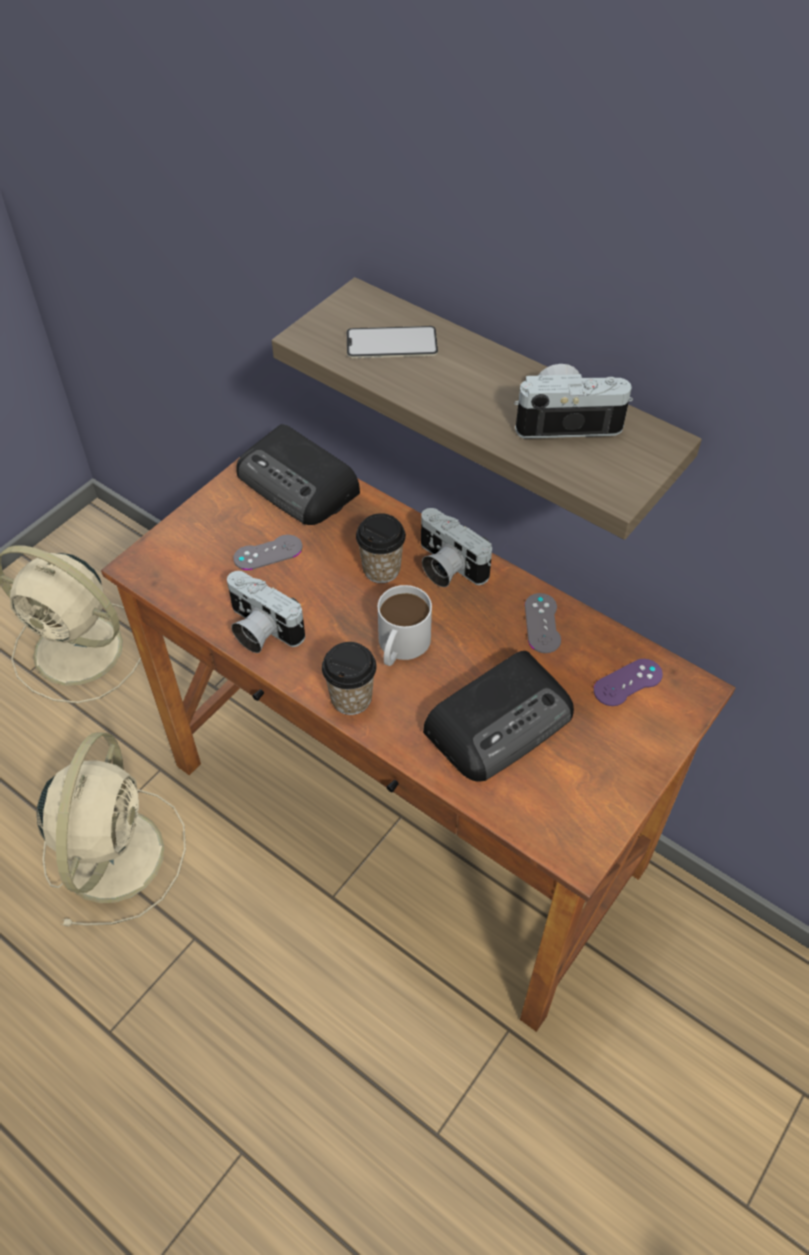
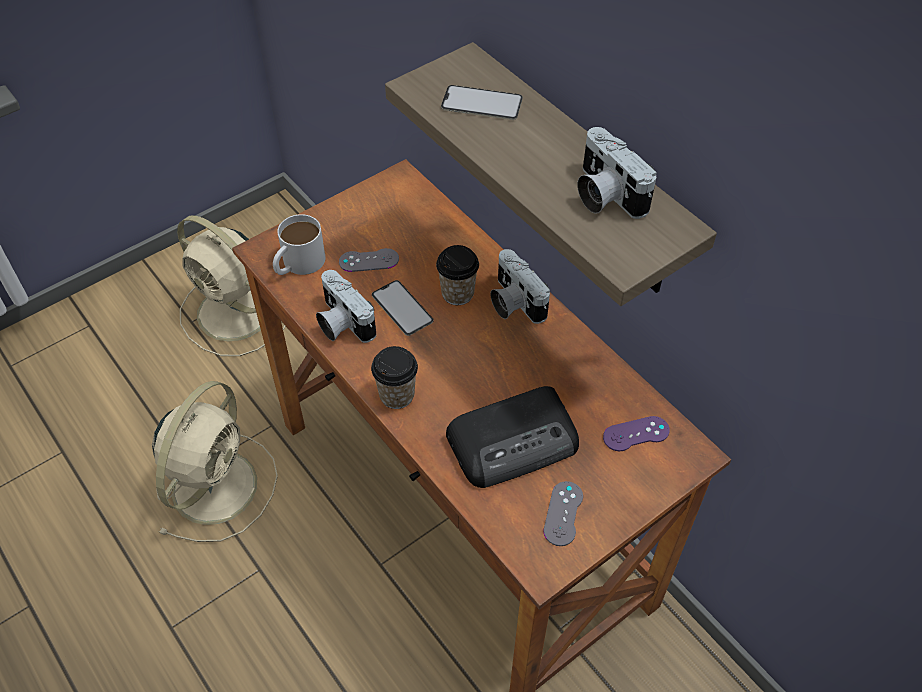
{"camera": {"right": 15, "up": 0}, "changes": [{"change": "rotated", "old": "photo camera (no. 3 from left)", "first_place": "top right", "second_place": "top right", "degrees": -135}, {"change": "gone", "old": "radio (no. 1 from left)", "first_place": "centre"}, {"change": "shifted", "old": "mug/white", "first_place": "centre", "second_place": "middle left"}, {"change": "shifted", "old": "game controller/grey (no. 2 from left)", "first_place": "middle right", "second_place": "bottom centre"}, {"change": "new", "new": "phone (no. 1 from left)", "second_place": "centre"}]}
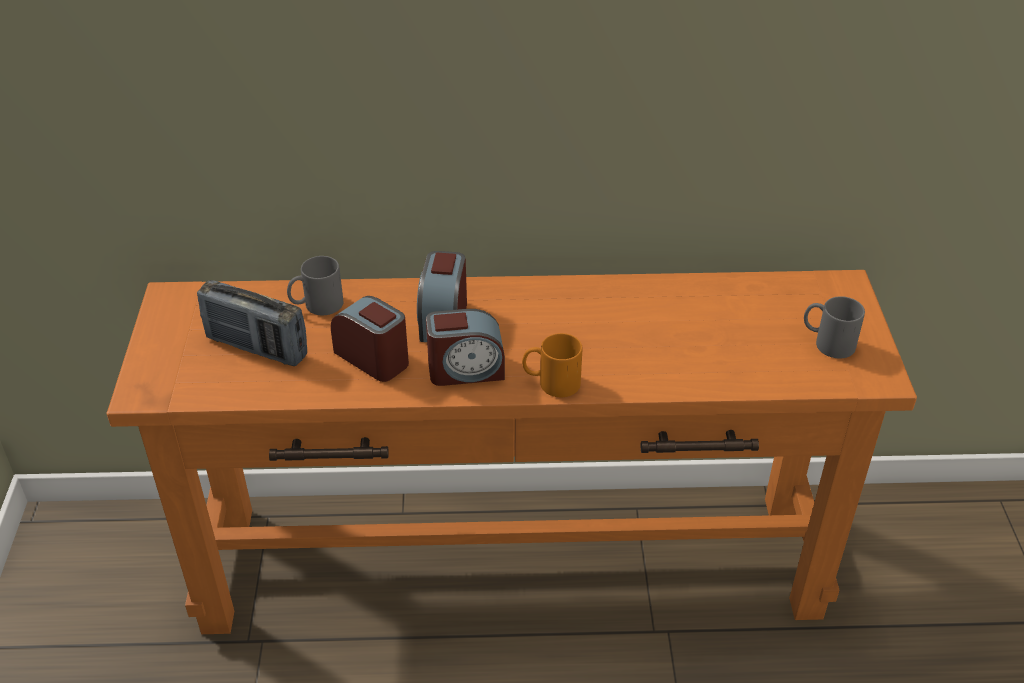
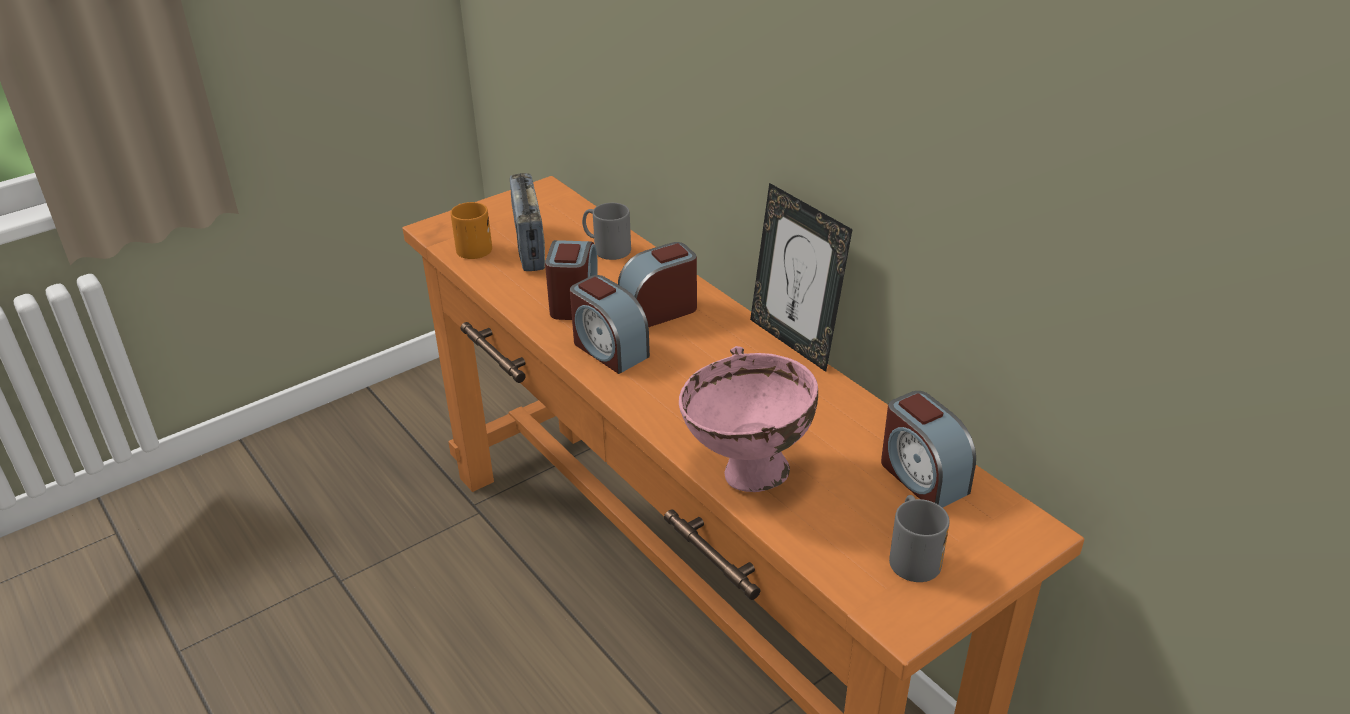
{"camera": {"right": 55, "up": -5}, "changes": [{"change": "shifted", "old": "mug/orange", "first_place": "centre", "second_place": "top centre"}, {"change": "new", "new": "picture frame", "second_place": "centre"}, {"change": "new", "new": "bowl/pink", "second_place": "centre"}, {"change": "new", "new": "alarm clock (no. 4 from left)", "second_place": "middle right"}]}
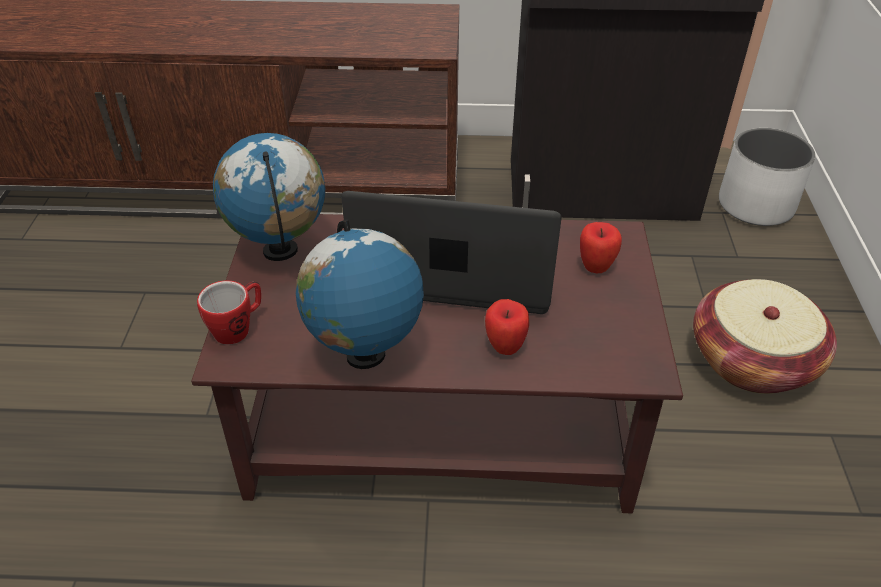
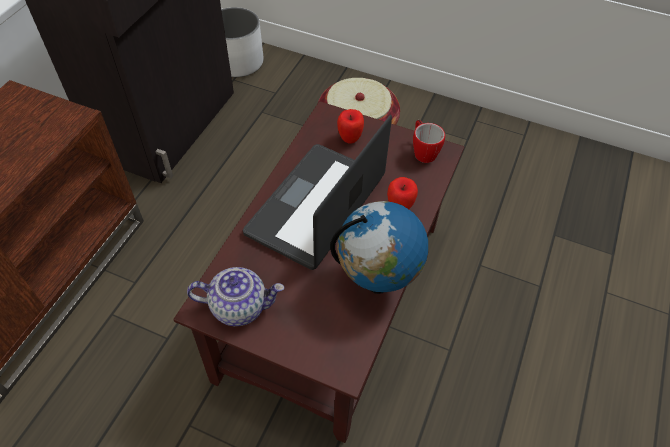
{"camera": {"right": -70, "up": 10}, "changes": [{"change": "swapped", "old": "globe (no. 1 from left)", "new": "teapot", "first_place": "middle left", "second_place": "centre"}, {"change": "shifted", "old": "mug", "first_place": "middle left", "second_place": "top centre"}]}
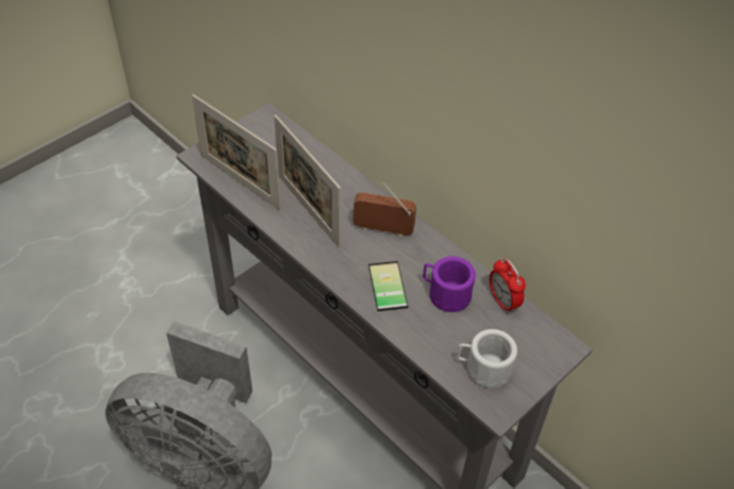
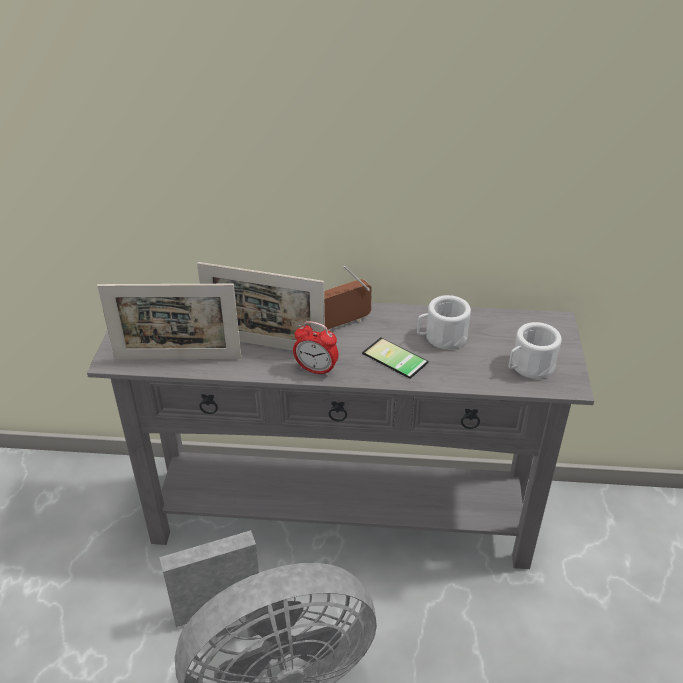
{"camera": {"right": -40, "up": -10}, "changes": [{"change": "repainted", "old": "mug/purple", "new": "mug/white (no. 1 from left)", "first_place": "centre", "second_place": "centre"}, {"change": "shifted", "old": "alarm clock", "first_place": "middle right", "second_place": "centre"}]}
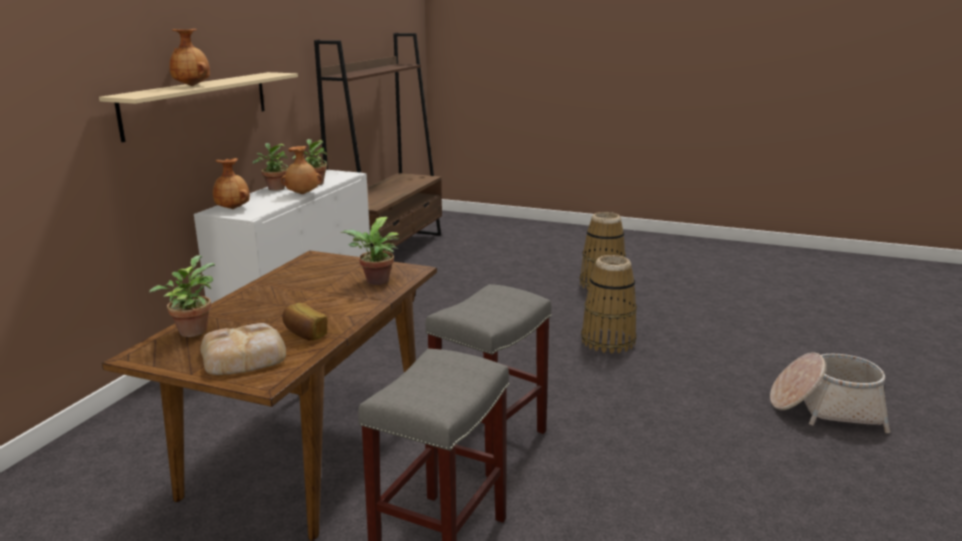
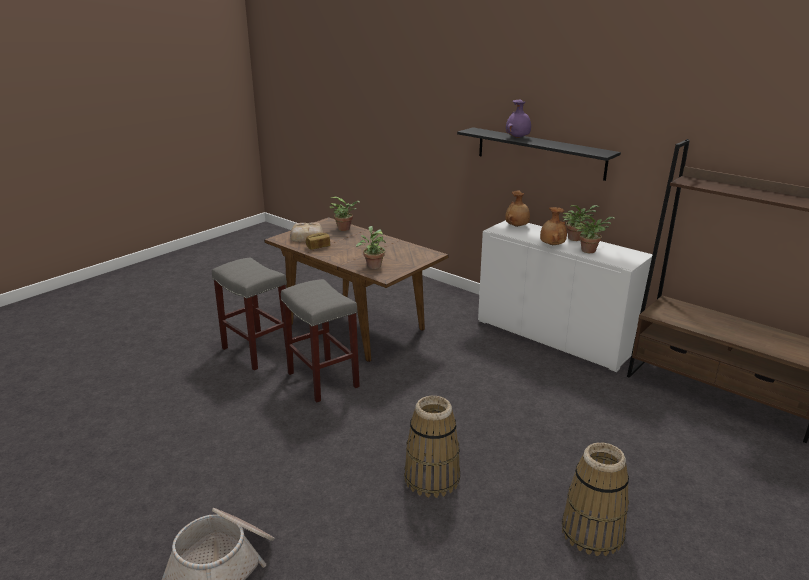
{"camera": {"right": 110, "up": 5}, "changes": [{"change": "repainted", "old": "vase/brown (no. 1 from left)", "new": "vase/purple", "first_place": "top left", "second_place": "top centre"}, {"change": "repainted", "old": "shelf/beige", "new": "shelf/black", "first_place": "top left", "second_place": "top centre"}]}
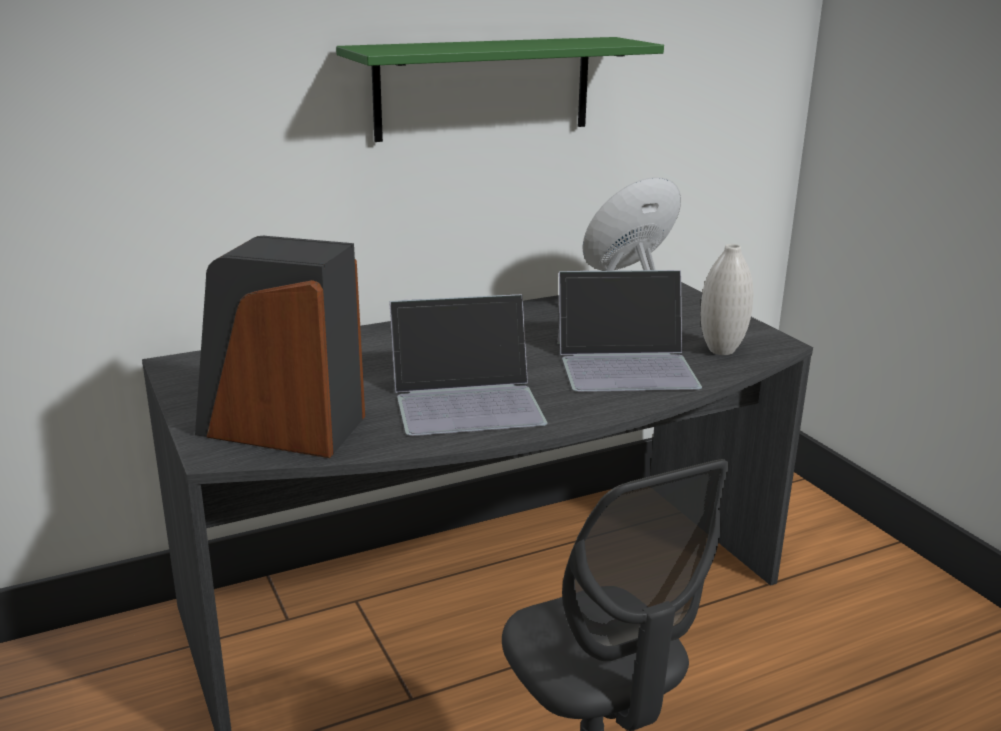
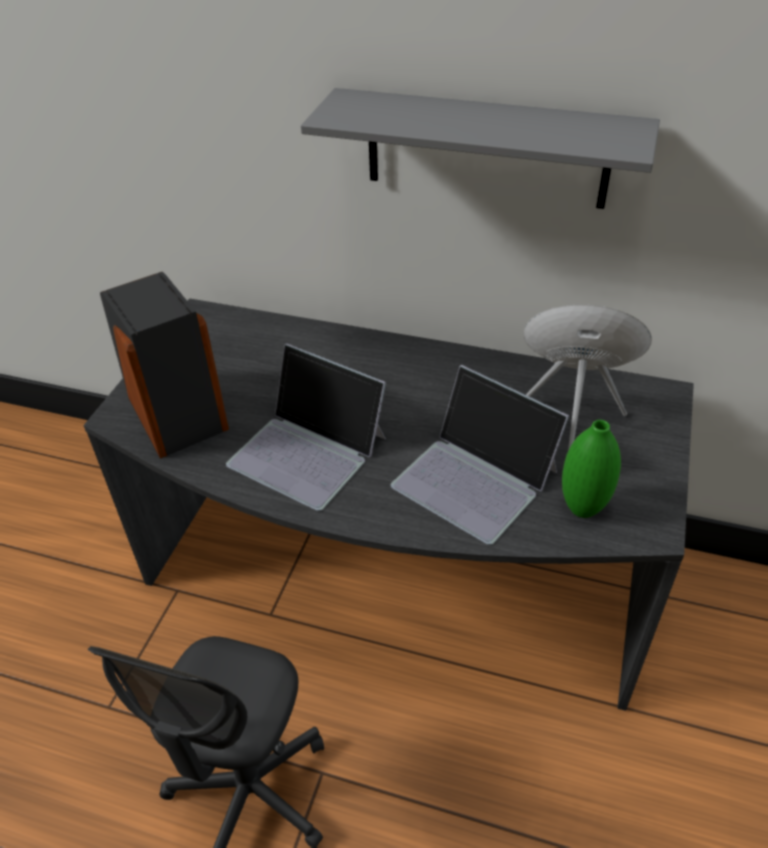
{"camera": {"right": 45, "up": 20}, "changes": [{"change": "repainted", "old": "shelf/green", "new": "shelf/grey", "first_place": "top centre", "second_place": "top centre"}, {"change": "repainted", "old": "vase/white", "new": "vase/green", "first_place": "middle right", "second_place": "middle right"}]}
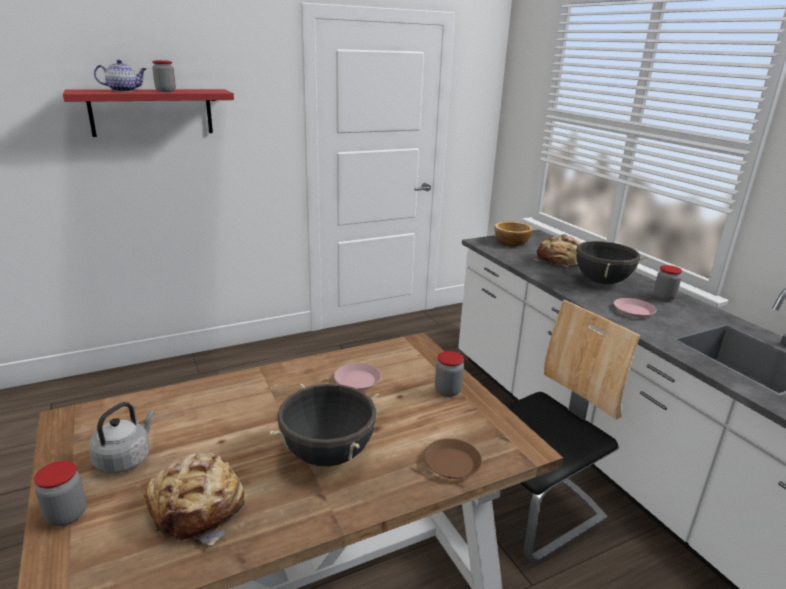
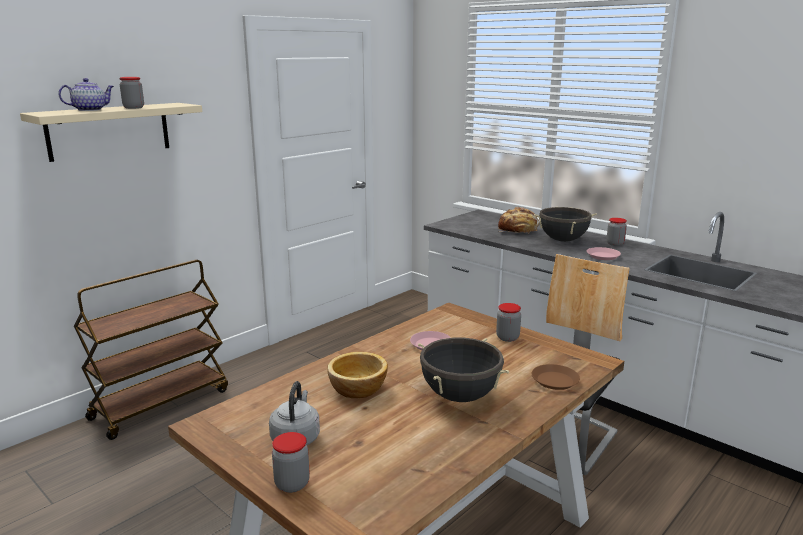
{"camera": {"right": -20, "up": -5}, "changes": [{"change": "repainted", "old": "shelf/red", "new": "shelf/beige", "first_place": "top left", "second_place": "top left"}, {"change": "shifted", "old": "bowl", "first_place": "centre", "second_place": "bottom centre"}, {"change": "gone", "old": "bread (no. 1 from left)", "first_place": "bottom left"}, {"change": "new", "new": "cart/brown", "second_place": "middle left"}]}
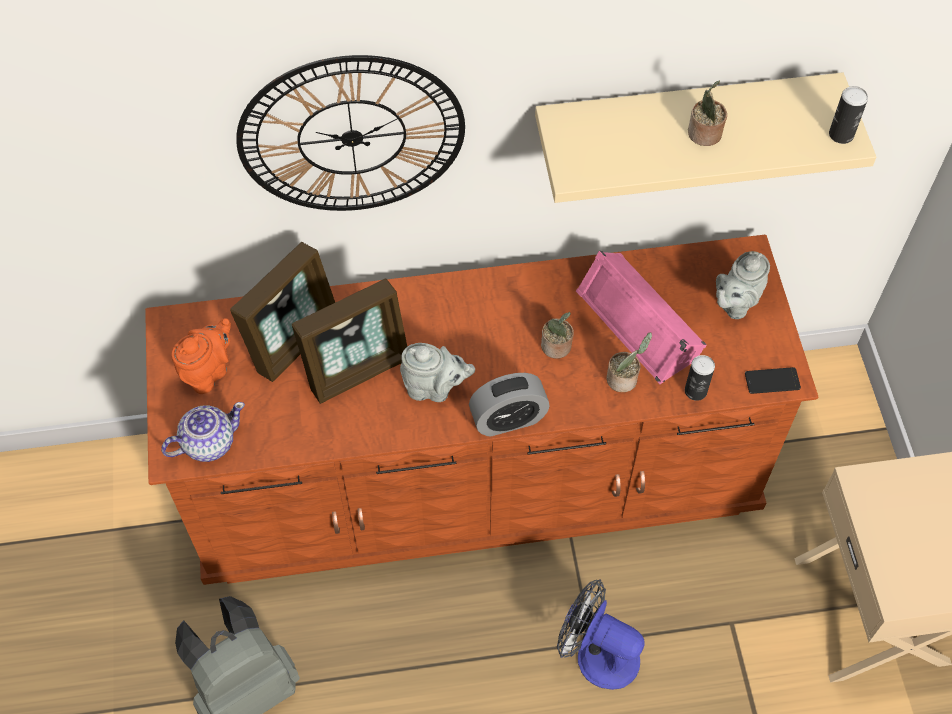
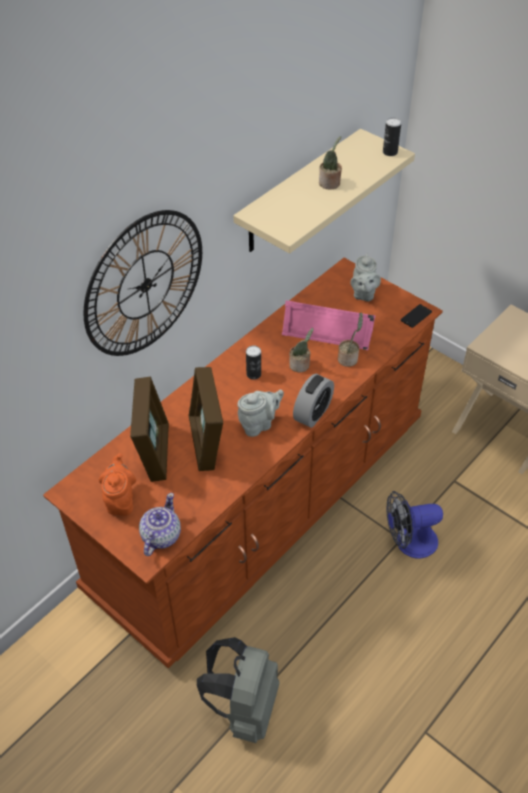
{"camera": {"right": -40, "up": -10}, "changes": [{"change": "rotated", "old": "picture frame (no. 2 from left)", "first_place": "centre", "second_place": "centre", "degrees": 150}, {"change": "shifted", "old": "can (no. 1 from left)", "first_place": "middle right", "second_place": "centre"}]}
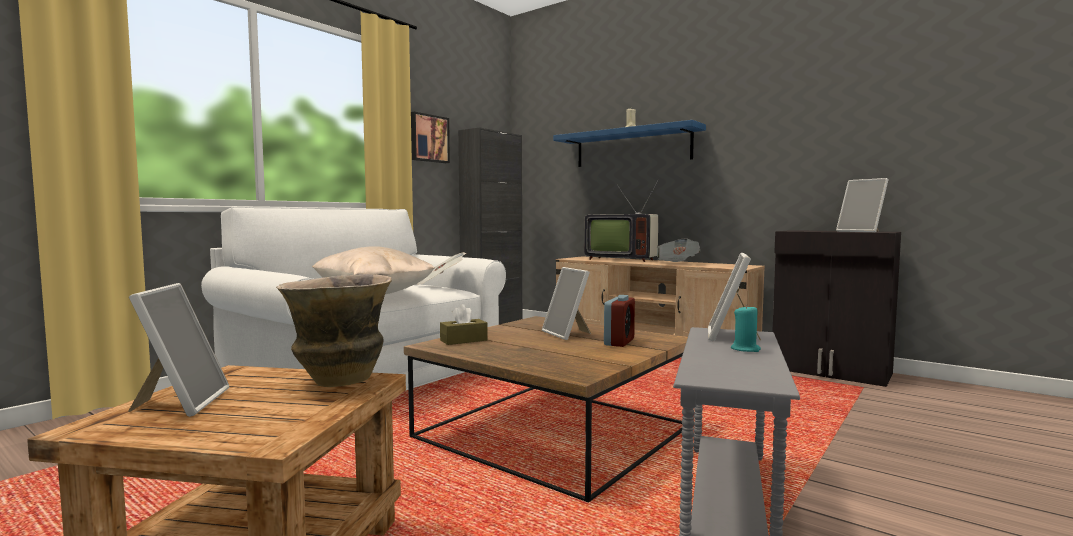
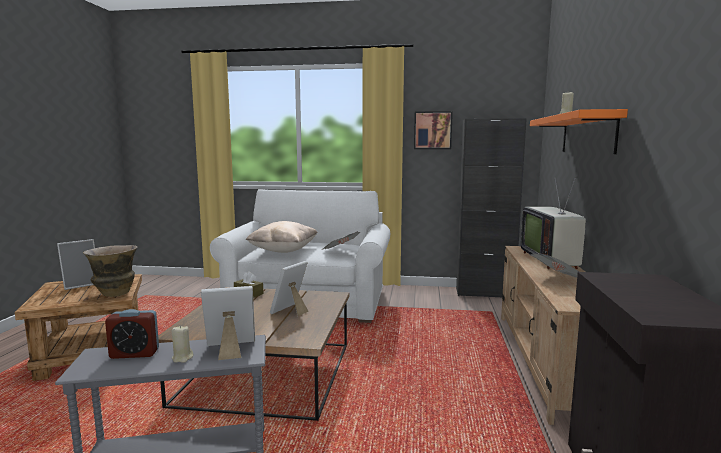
{"camera": {"right": 60, "up": 5}, "changes": [{"change": "repainted", "old": "shelf/blue", "new": "shelf/orange", "first_place": "top centre", "second_place": "top right"}, {"change": "gone", "old": "picture frame (no. 4 from left)", "first_place": "middle right"}, {"change": "shifted", "old": "alarm clock", "first_place": "centre", "second_place": "bottom left"}, {"change": "repainted", "old": "candle/turquoise", "new": "candle/beige (no. 1 from left)", "first_place": "middle right", "second_place": "bottom left"}]}
